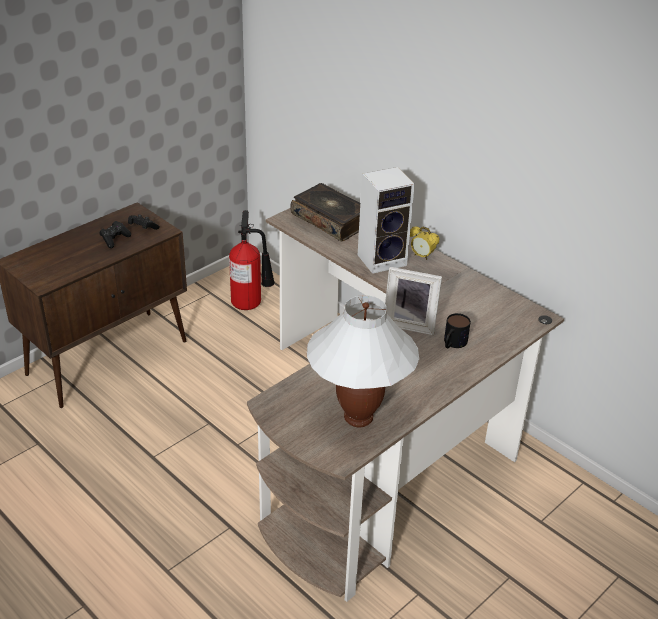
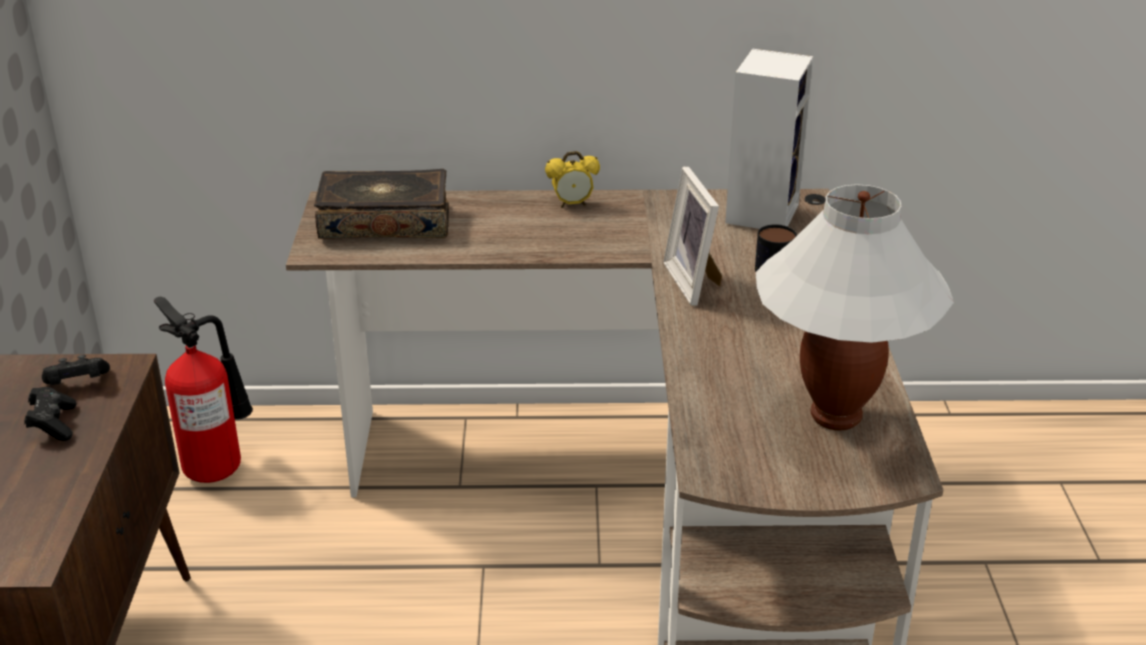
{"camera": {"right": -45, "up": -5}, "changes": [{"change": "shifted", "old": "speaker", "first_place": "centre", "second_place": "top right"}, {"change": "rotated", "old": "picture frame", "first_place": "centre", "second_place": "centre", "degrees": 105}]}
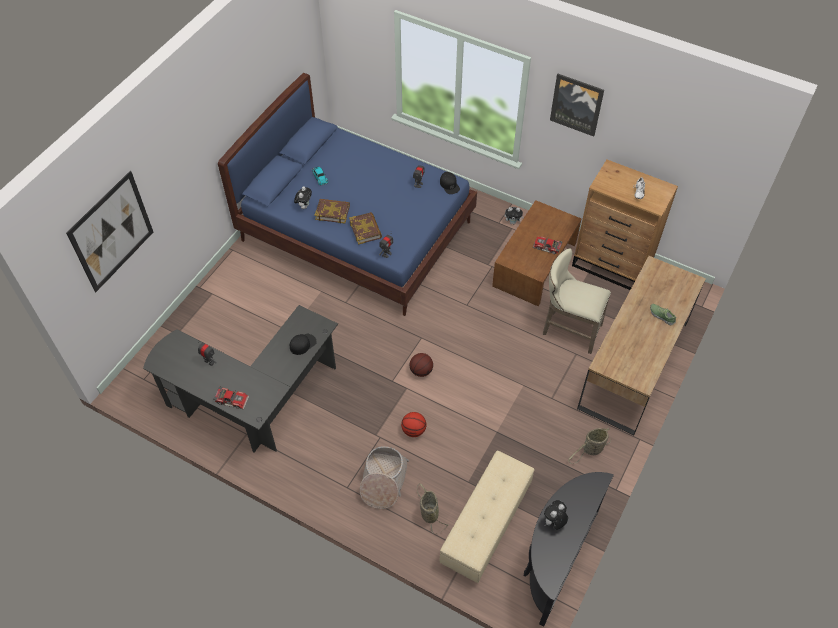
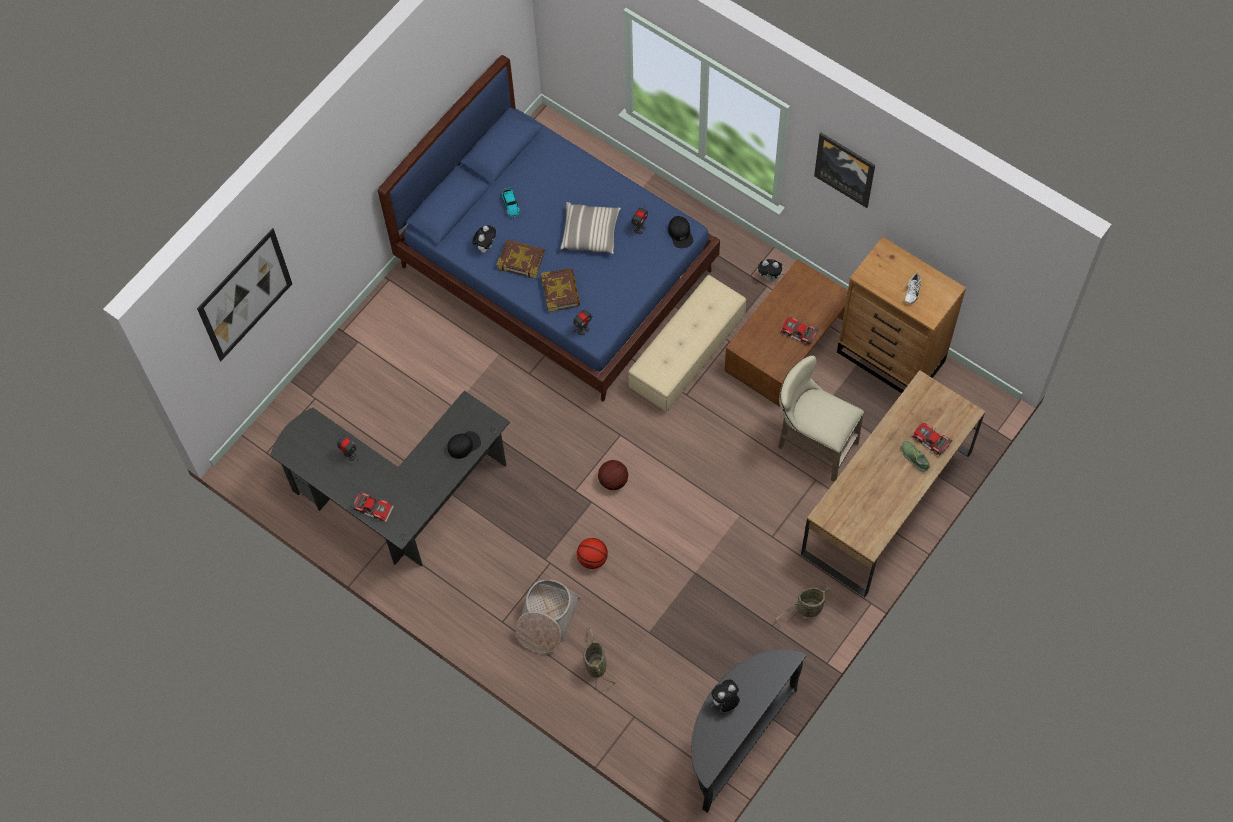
{"camera": {"right": 10, "up": 10}, "changes": [{"change": "shifted", "old": "ottoman/beige", "first_place": "bottom centre", "second_place": "centre"}, {"change": "new", "new": "pillow", "second_place": "top centre"}, {"change": "new", "new": "toy car (no. 4 from left)", "second_place": "middle right"}]}
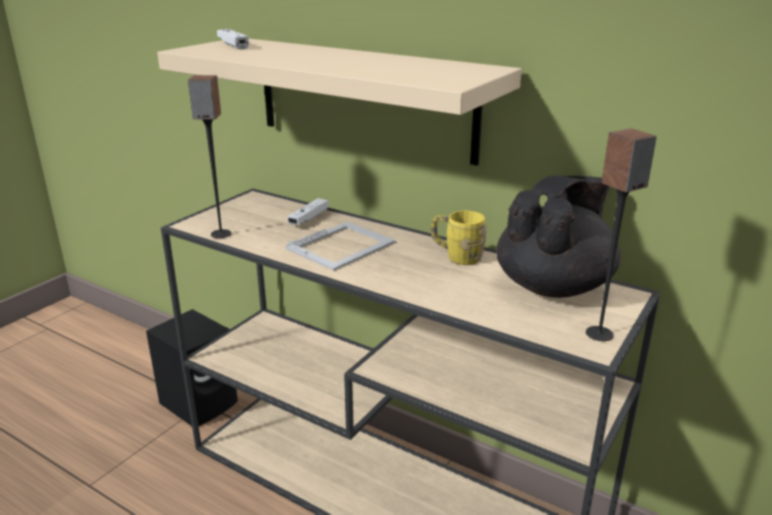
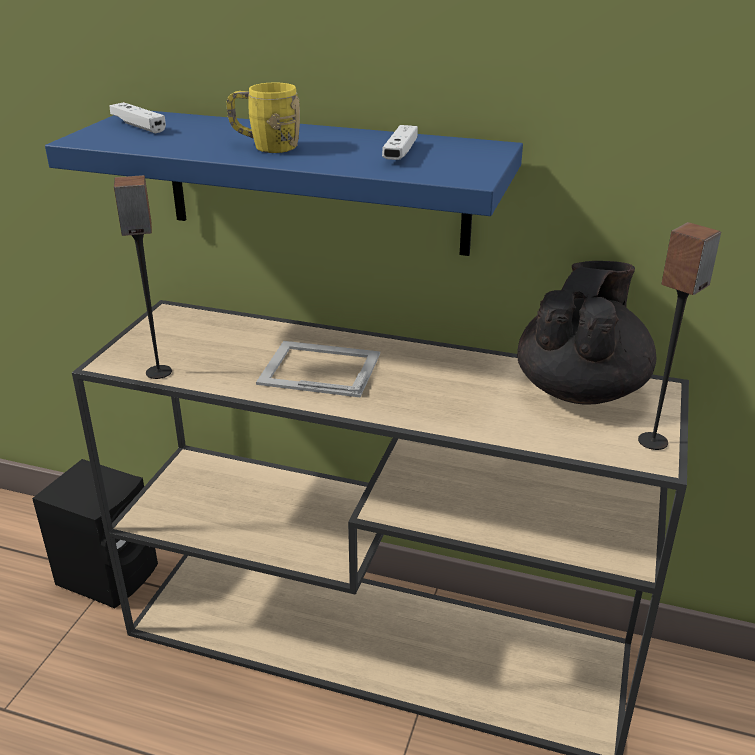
{"camera": {"right": -15, "up": 5}, "changes": [{"change": "repainted", "old": "shelf/beige", "new": "shelf/blue", "first_place": "top centre", "second_place": "top centre"}, {"change": "shifted", "old": "game controller/white (no. 2 from left)", "first_place": "centre", "second_place": "top centre"}, {"change": "shifted", "old": "mug/yellow", "first_place": "centre", "second_place": "top centre"}, {"change": "rotated", "old": "picture frame", "first_place": "centre", "second_place": "centre", "degrees": -105}]}
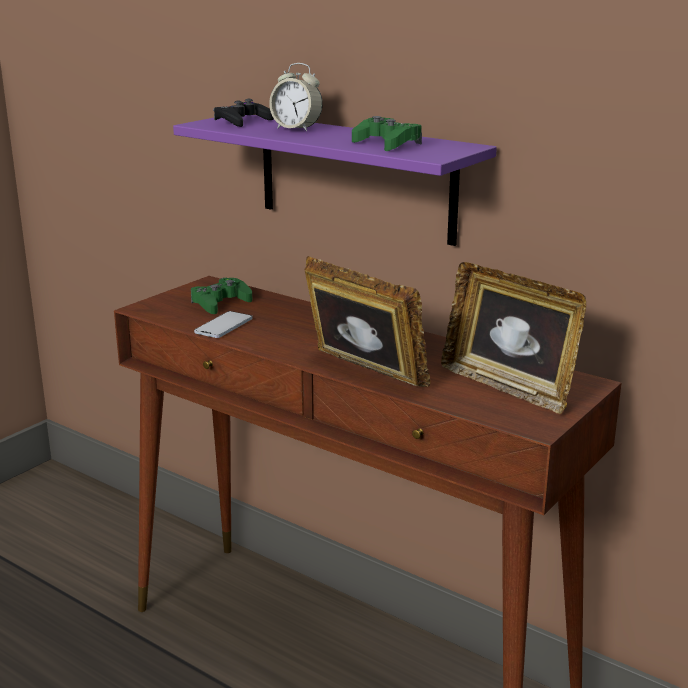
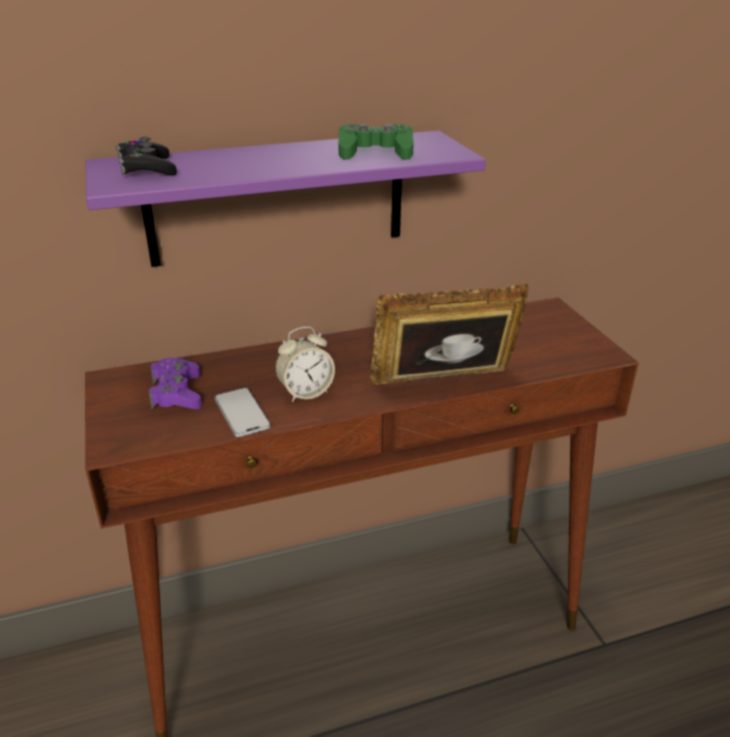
{"camera": {"right": -55, "up": 10}, "changes": [{"change": "shifted", "old": "alarm clock", "first_place": "top centre", "second_place": "centre"}, {"change": "gone", "old": "picture frame (no. 2 from left)", "first_place": "middle right"}, {"change": "repainted", "old": "game controller/green (no. 1 from left)", "new": "game controller/purple", "first_place": "middle left", "second_place": "middle left"}]}
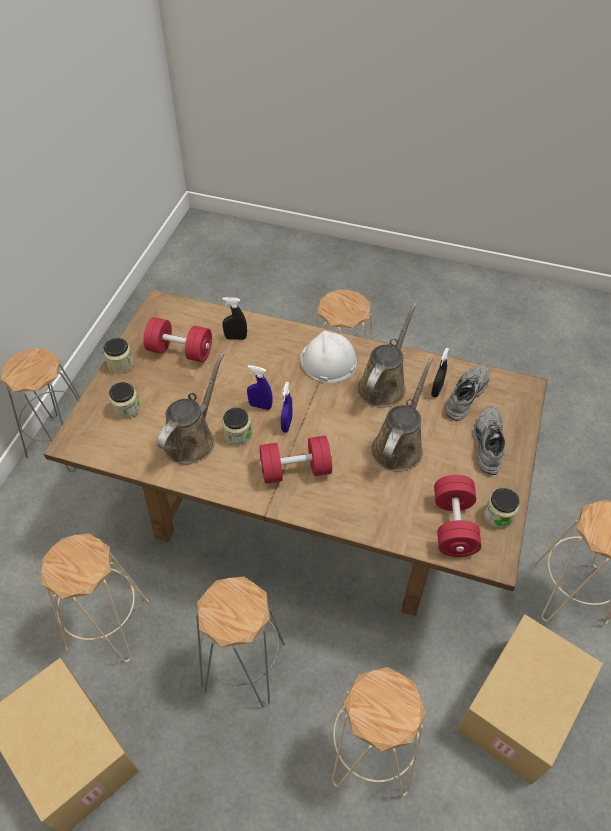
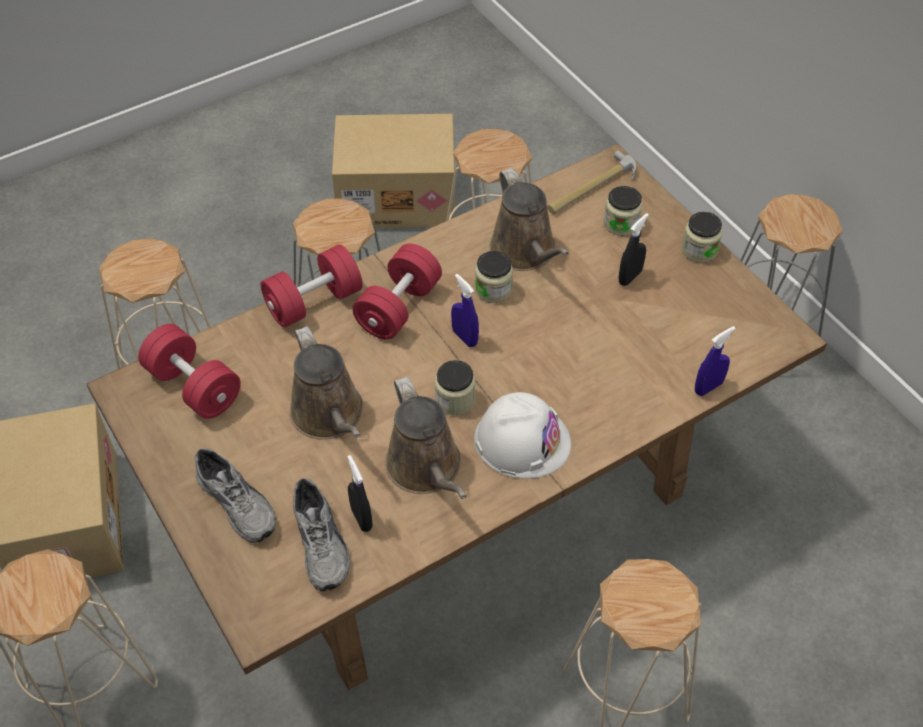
{"camera": {"right": 130, "up": 0}, "changes": [{"change": "shifted", "old": "spray bottle/black (no. 1 from left in the first image)", "new": "spray bottle/black (no. 2 from left)", "first_place": "centre", "second_place": "middle right"}, {"change": "shifted", "old": "dumbbell/red (no. 1 from left in the first image)", "new": "dumbbell/red (no. 2 from left)", "first_place": "middle left", "second_place": "centre"}, {"change": "shifted", "old": "spray bottle/blue (no. 1 from left in the first image)", "new": "spray bottle/blue (no. 2 from left)", "first_place": "centre", "second_place": "middle right"}, {"change": "shifted", "old": "jar (no. 4 from left in the first image)", "new": "jar (no. 1 from left)", "first_place": "middle right", "second_place": "centre"}, {"change": "new", "new": "hammer", "second_place": "top centre"}]}
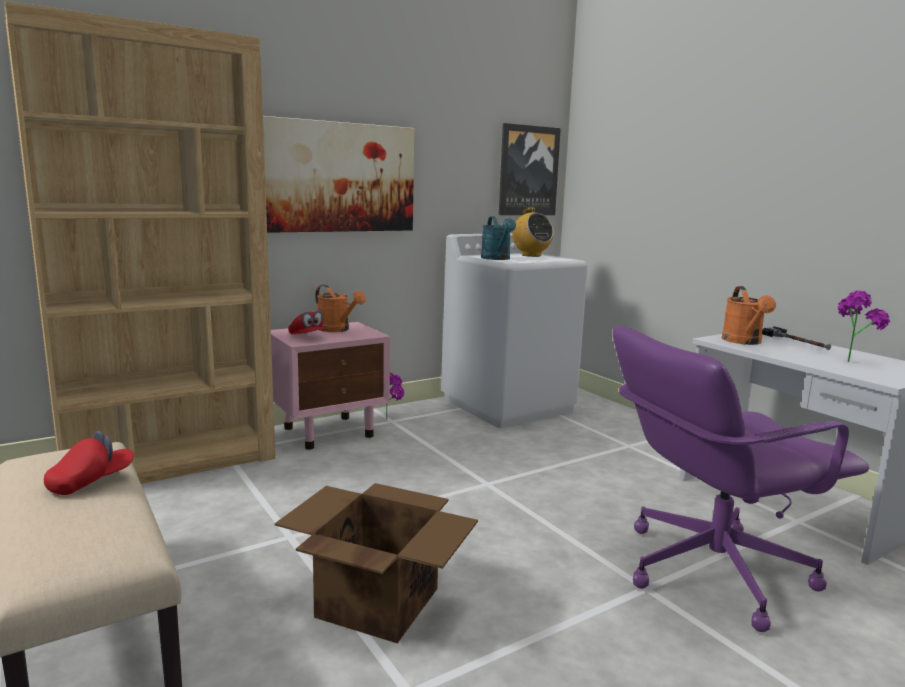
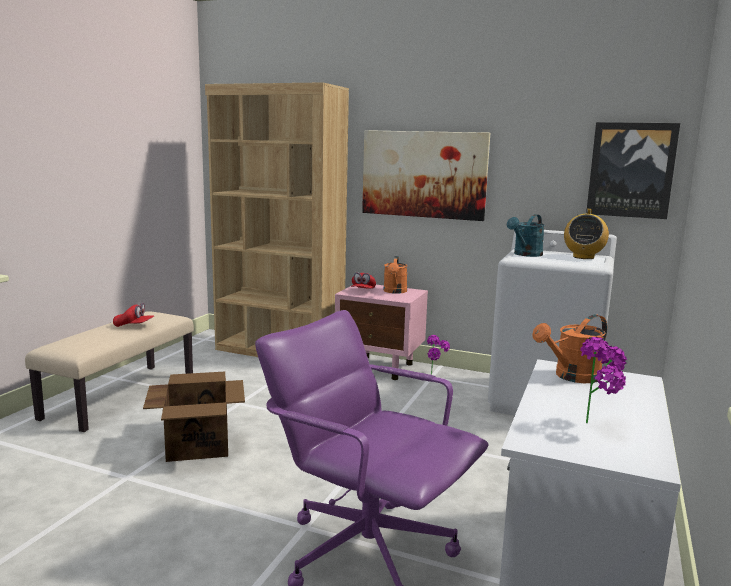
{"camera": {"right": 55, "up": 0}, "changes": [{"change": "gone", "old": "hammer", "first_place": "middle right"}]}
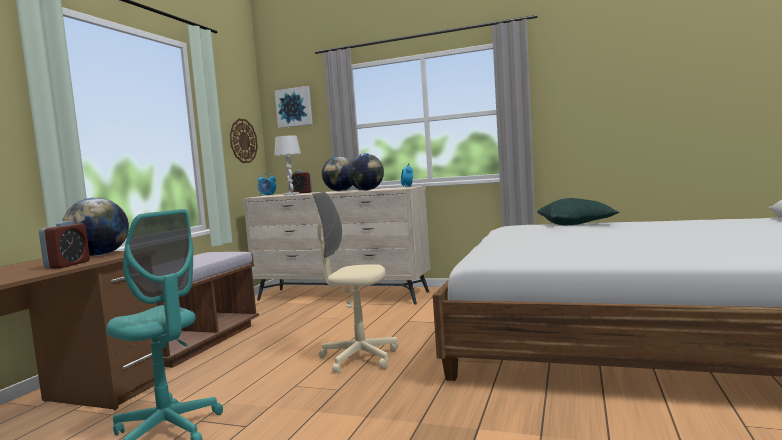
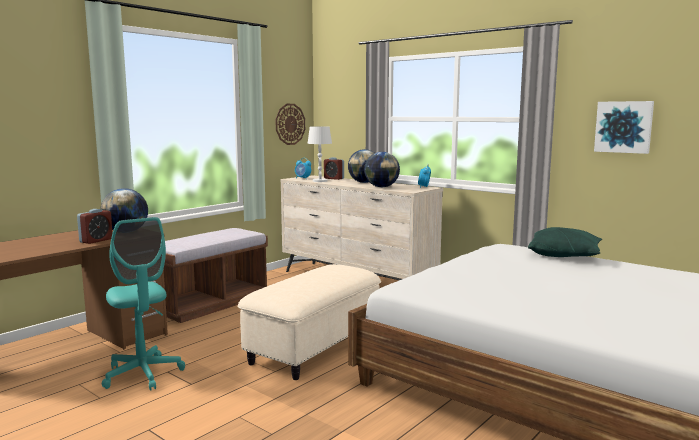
{"camera": {"right": 20, "up": 5}, "changes": [{"change": "shifted", "old": "picture", "first_place": "top centre", "second_place": "top right"}, {"change": "swapped", "old": "office chair/beige", "new": "ottoman/beige", "first_place": "centre", "second_place": "bottom centre"}]}
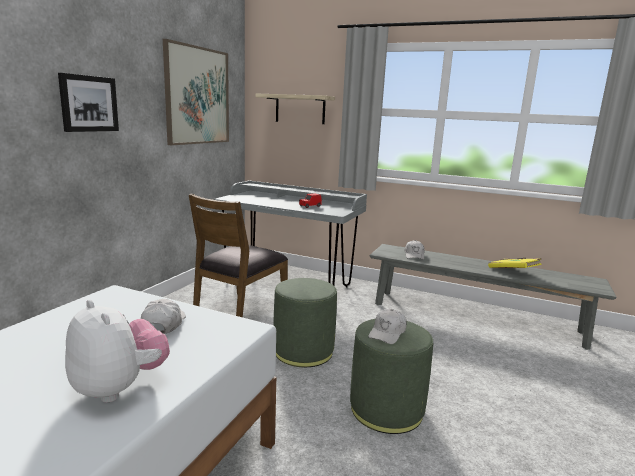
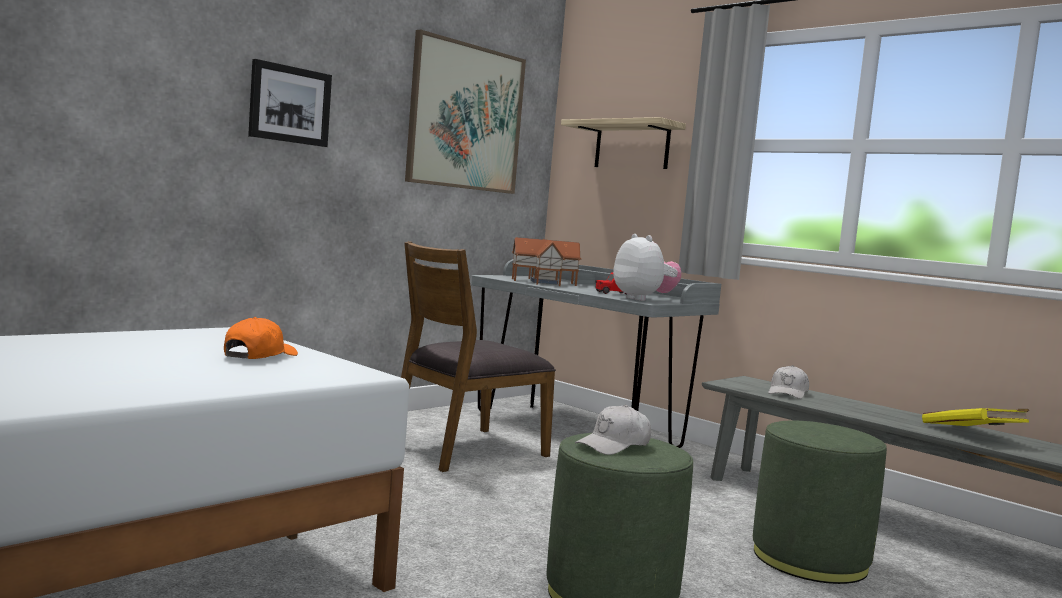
{"camera": {"right": 20, "up": -10}, "changes": [{"change": "shifted", "old": "ottoman/green (no. 1 from left in the first image)", "new": "ottoman/green (no. 2 from left)", "first_place": "bottom centre", "second_place": "bottom right"}, {"change": "repainted", "old": "cap/white (no. 1 from left)", "new": "cap/orange", "first_place": "middle left", "second_place": "middle left"}, {"change": "shifted", "old": "plush toy", "first_place": "bottom left", "second_place": "centre"}, {"change": "new", "new": "toy house", "second_place": "centre"}]}
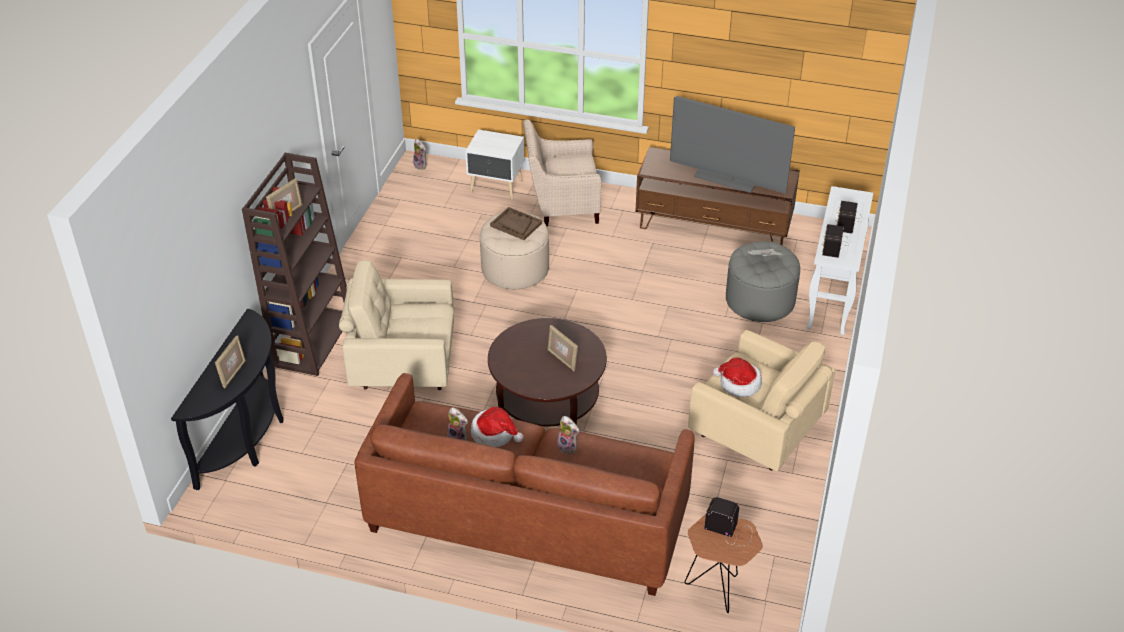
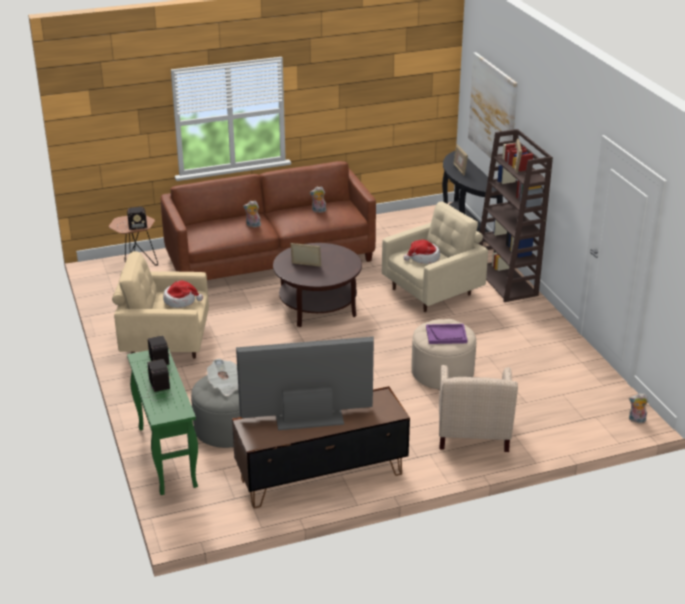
{"camera": {"right": 145, "up": -10}, "changes": [{"change": "rotated", "old": "armchair/beige (no. 2 from left in the first image)", "first_place": "top centre", "second_place": "bottom right", "degrees": 135}, {"change": "gone", "old": "nightstand/white", "first_place": "top centre"}, {"change": "repainted", "old": "console table/white", "new": "console table/green", "first_place": "middle right", "second_place": "bottom left"}, {"change": "repainted", "old": "tray/brown", "new": "tray/purple", "first_place": "centre", "second_place": "centre"}, {"change": "shifted", "old": "hat (no. 1 from left in the first image)", "new": "hat (no. 2 from left)", "first_place": "bottom centre", "second_place": "centre"}, {"change": "new", "new": "picture", "second_place": "top right"}]}
